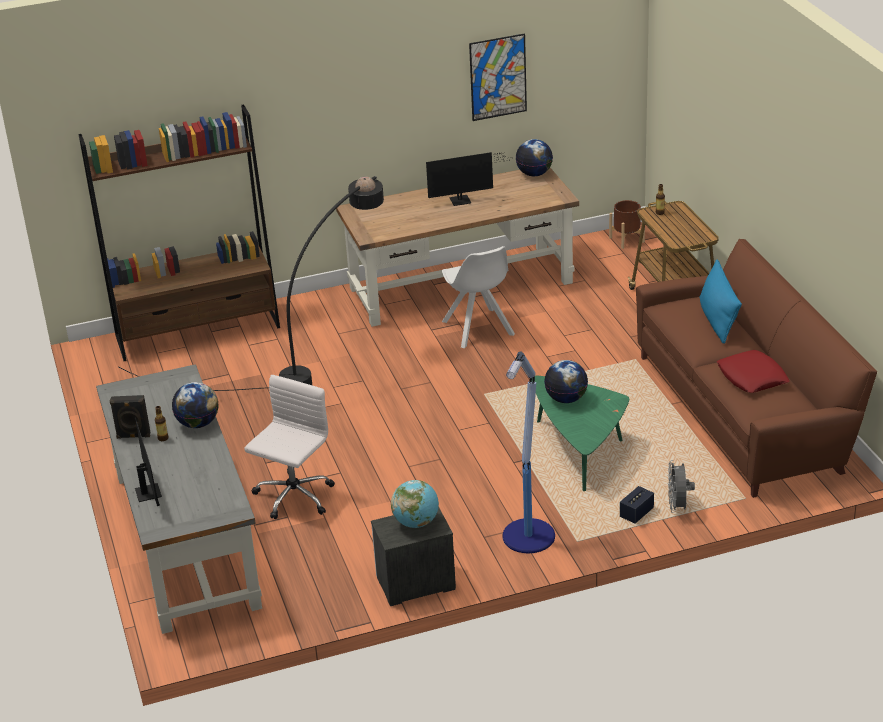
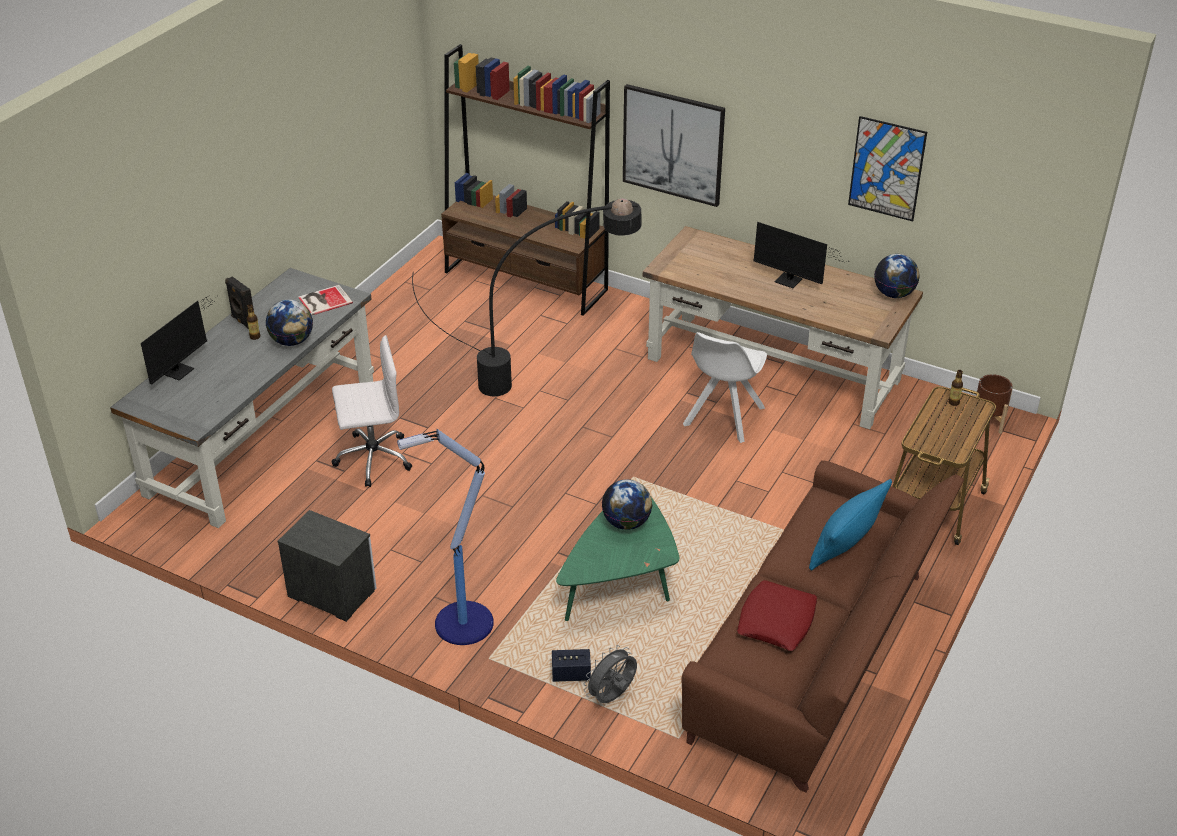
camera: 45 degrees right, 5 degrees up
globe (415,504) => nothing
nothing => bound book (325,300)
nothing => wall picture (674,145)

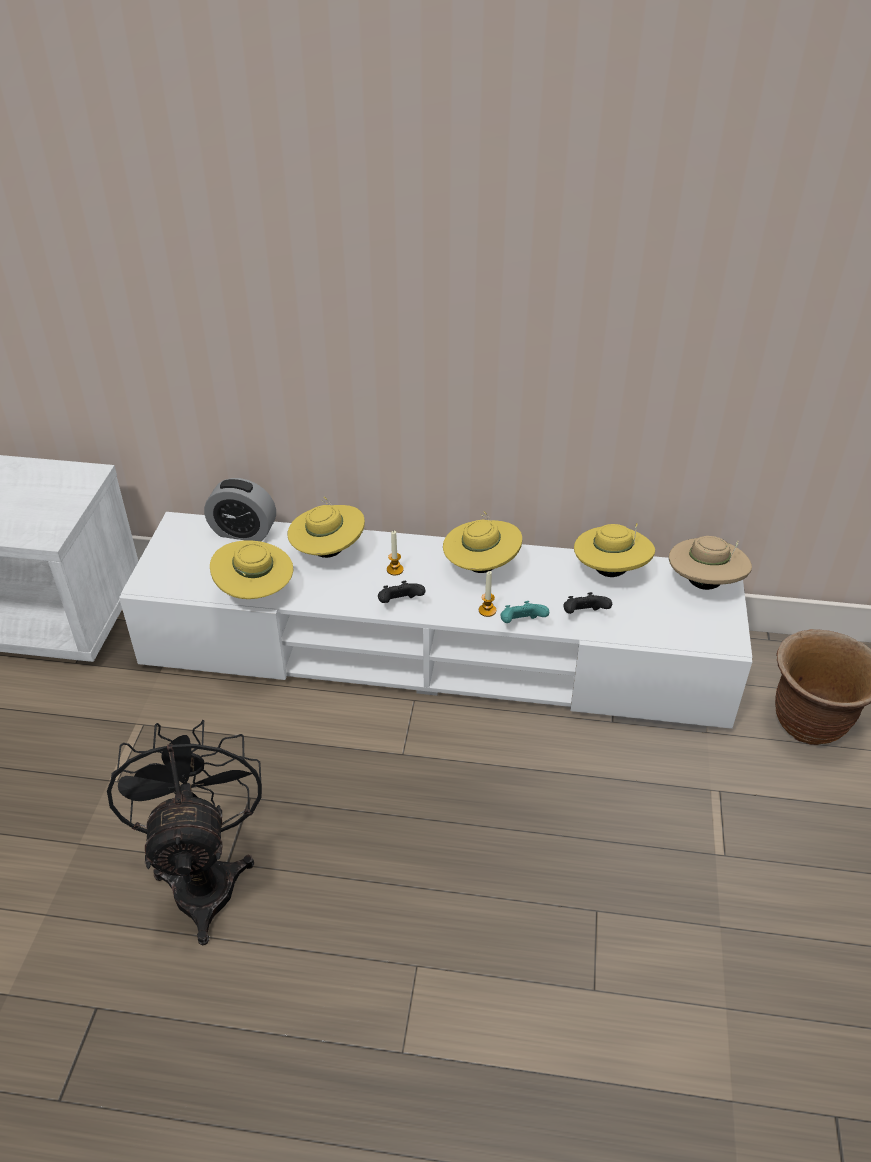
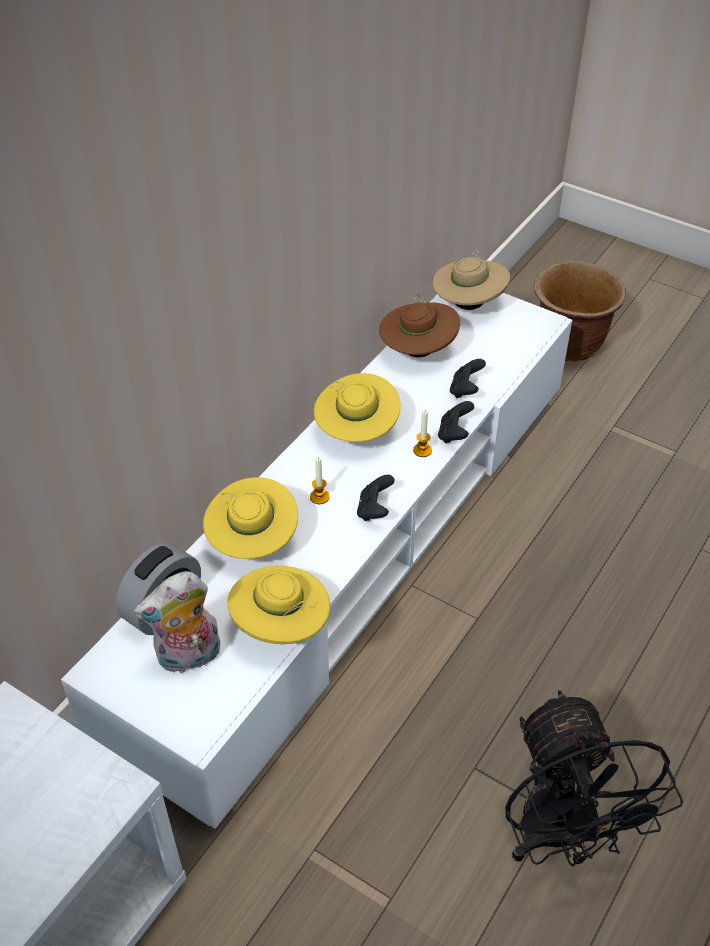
camera: 65 degrees left, 5 degrees up
nothing => soft toy (177,622)
blue-green joypad (524,612) => black-coloured joypad (456,422)
yellow hat (614,550) => brown hat (419,325)
black-coloured electric fan (184,832) => black-coloured electric fan (594,778), 120 degrees counterclockwise

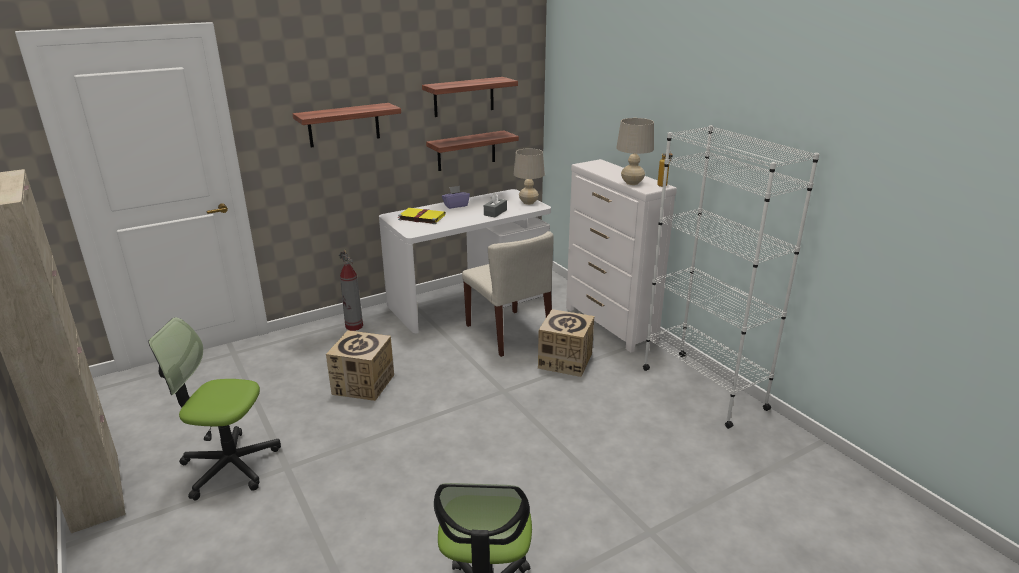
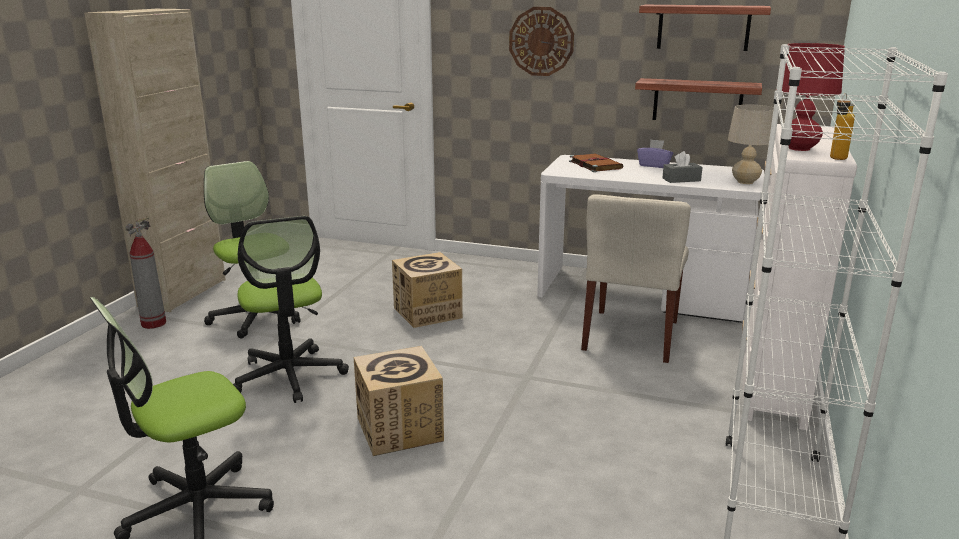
camera: 50 degrees right, 5 degrees down
nothing => desk chair (291,309)
fire-fighting cylinder (351,290) => fire-fighting cylinder (146,273), move
cardboard box (566,343) => cardboard box (399,401), move
wall shelf (347,125) => hanging clock (541,41)
yellow bound book (422,216) => brown bound book (596,162)
beige-coloured tabletop lamp (635,151) => red-coloured tabletop lamp (813,97)

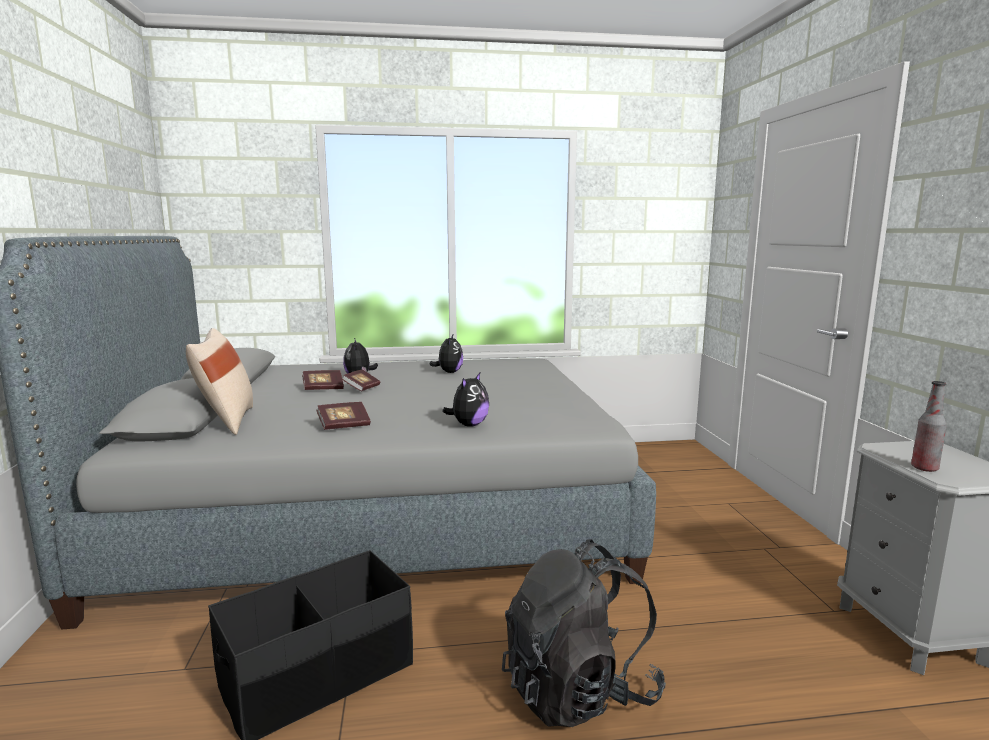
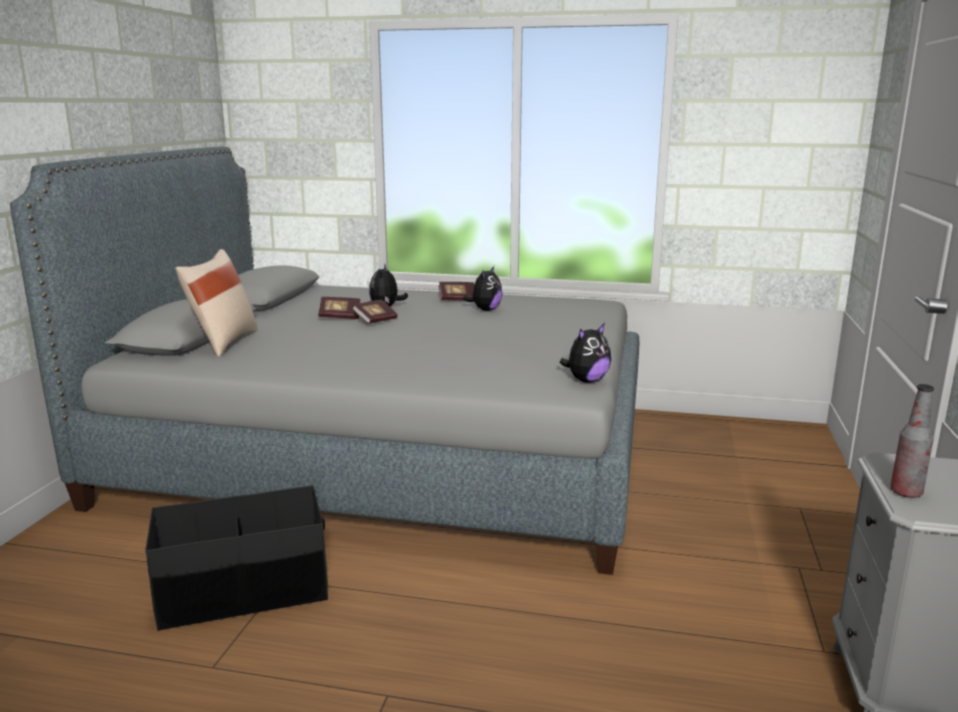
camera: 20 degrees right, 5 degrees up
black-coloured backpack (584,633) => nothing
bound book (343,416) => bound book (456,291), move
soft toy (465,400) => soft toy (585,353), move

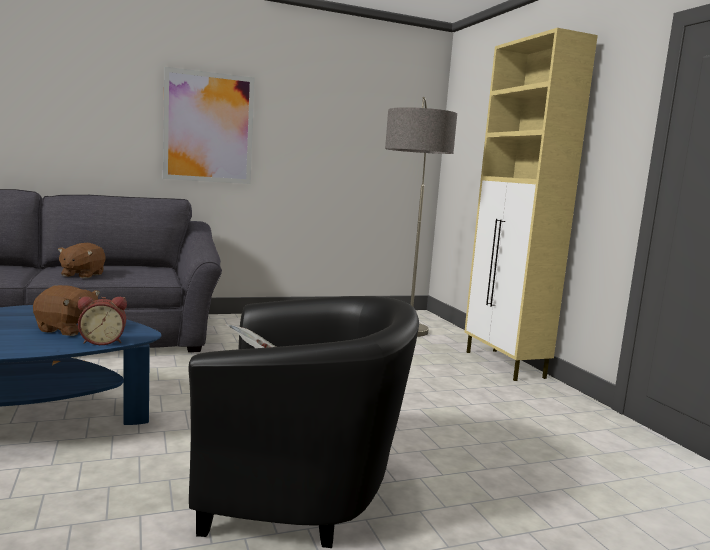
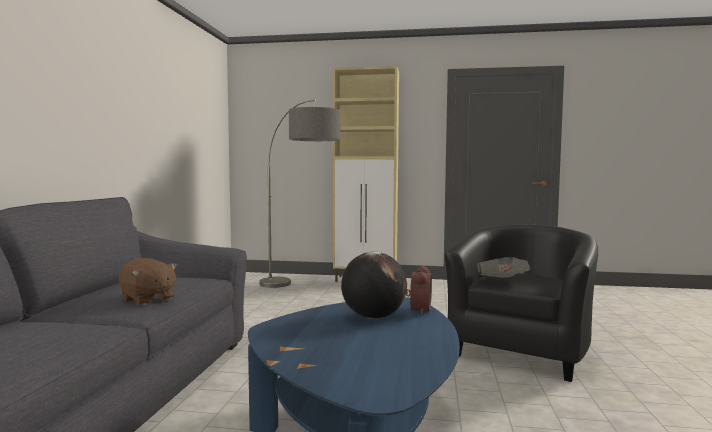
camera: 60 degrees left, 5 degrees down
wall picture (209,125) => nothing
brown soft toy (66,310) => globe (374,285)

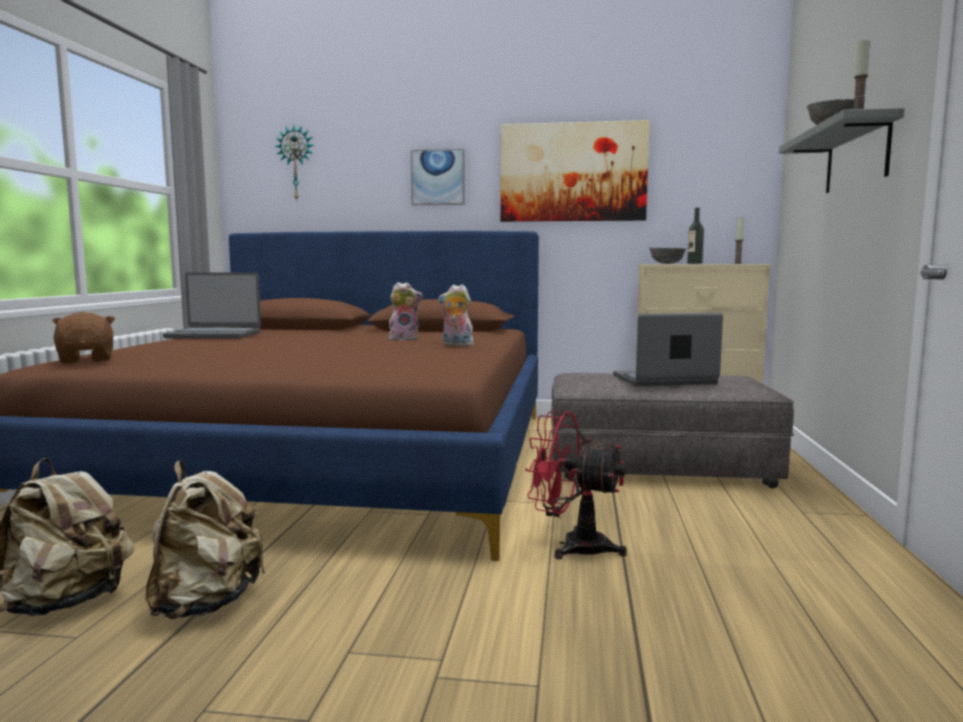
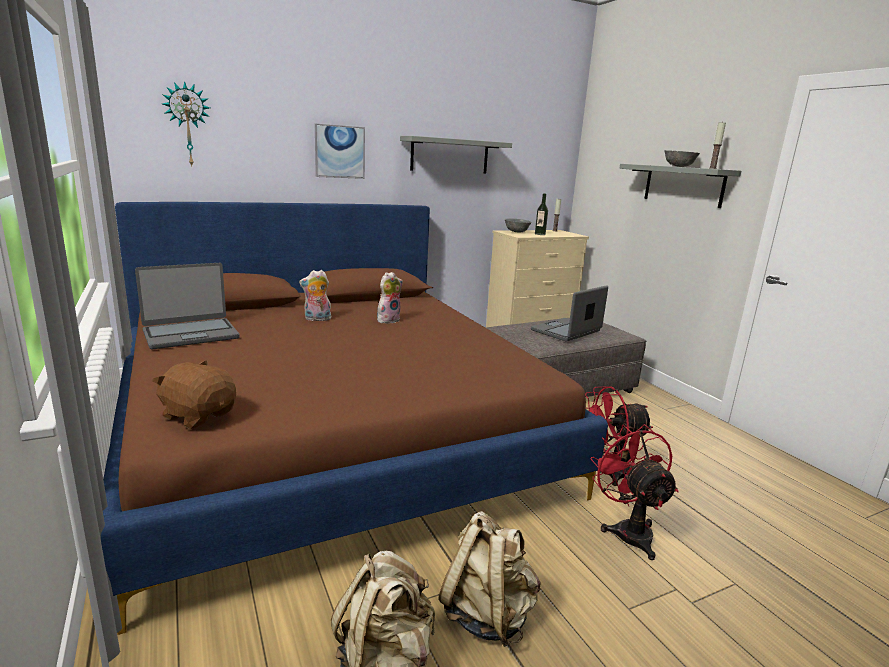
camera: 35 degrees left, 10 degrees up
nothing => red-coloured electric fan (634,492)
soft toy (456,315) => soft toy (315,295), move
wall picture (575,171) => greyish wall shelf (456,155)

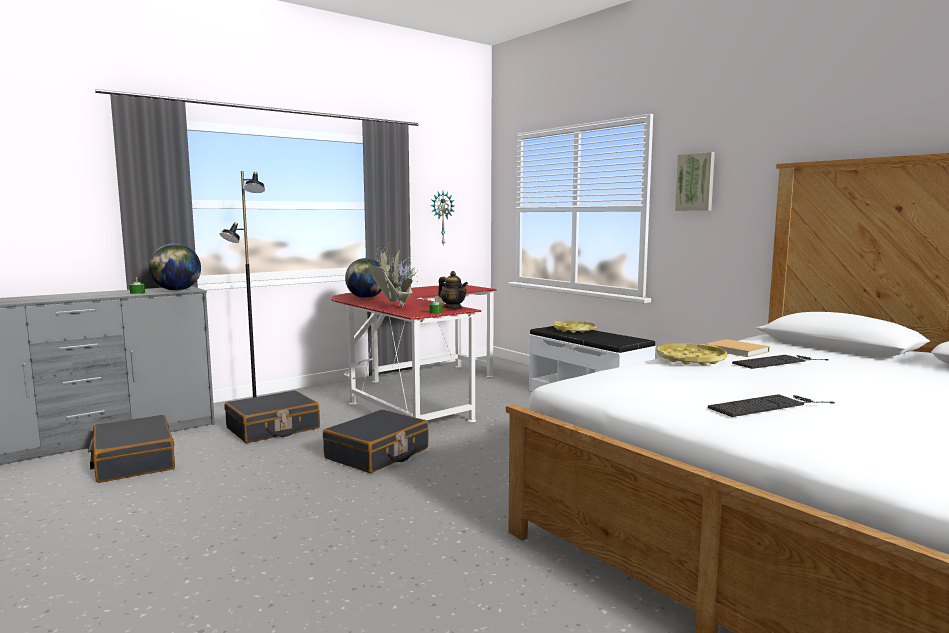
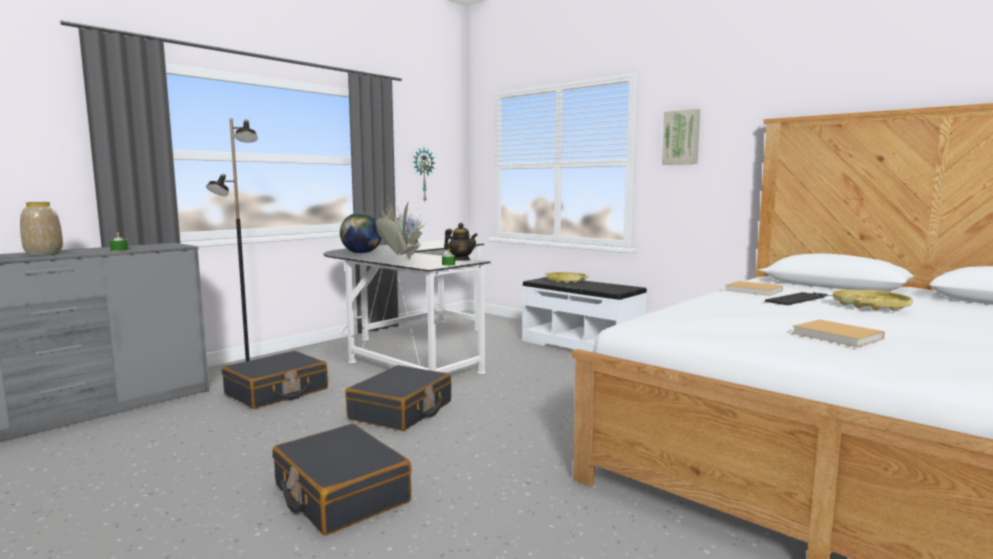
camera: 10 degrees left, 0 degrees up
globe (175,267) => nothing
nothing => decorative vase (41,228)
black-coloured piece of luggage (131,449) => black-coloured piece of luggage (342,479), move
yellow serving tray (692,355) => yellow serving tray (873,300), move
computer keyboard (771,405) => beige-coloured bound book (838,333)
red-coloured desk table (414,353) => black-coloured desk table (407,307)

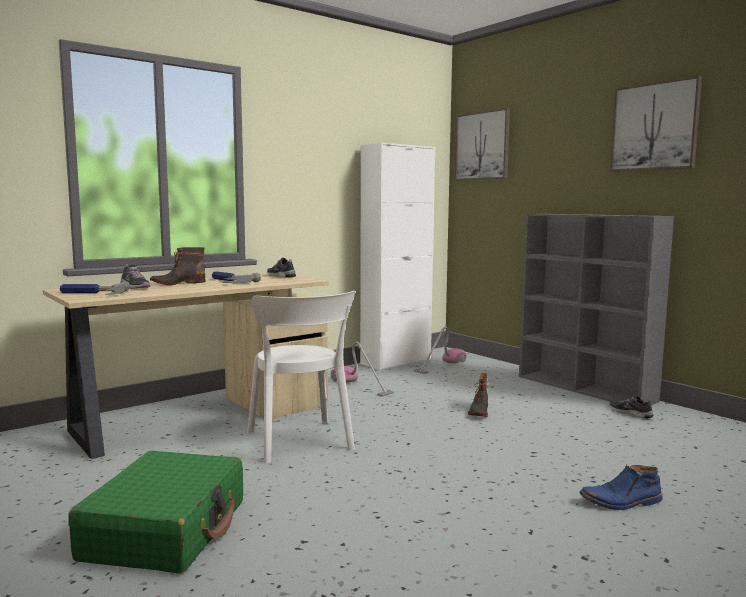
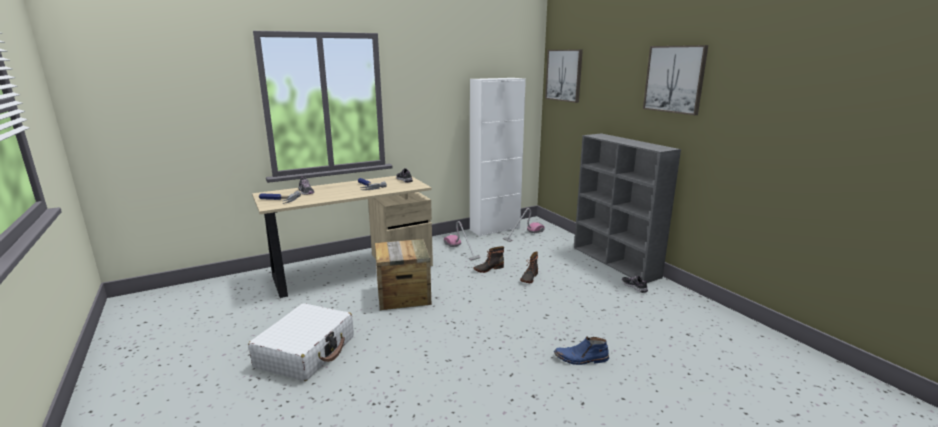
camera: 10 degrees right, 10 degrees up
boot (177,266) => boot (489,259), move
white-coloured upright chair (301,377) => crate (403,274)
green piece of luggage (155,512) => white-coloured piece of luggage (301,342)

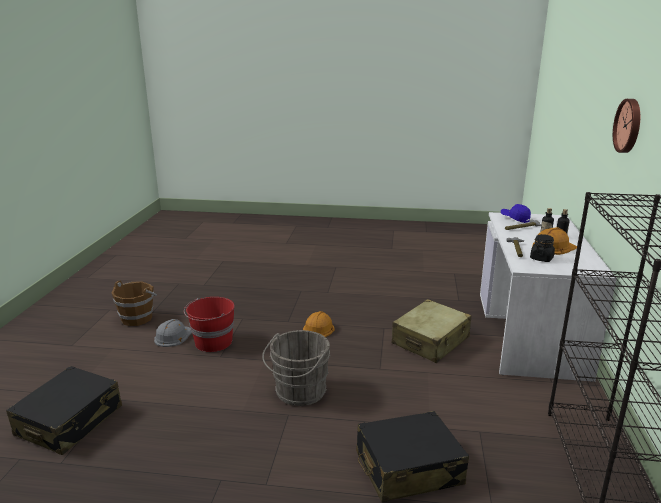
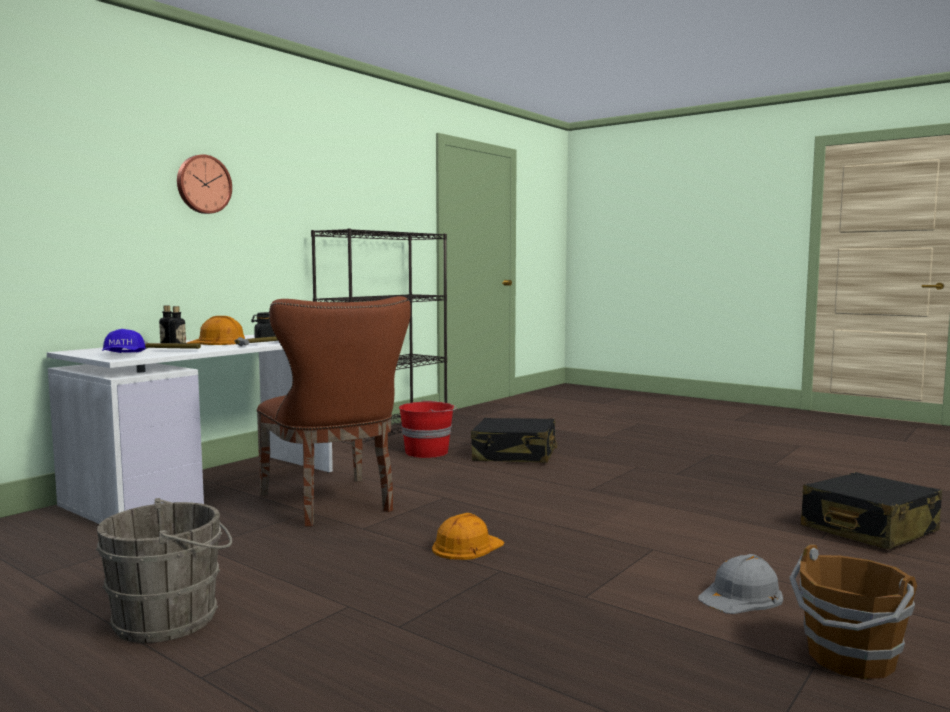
camera: 150 degrees left, 15 degrees down
red-coloured pail (209,324) => red-coloured pail (428,429), move
greyish pail (296,368) => greyish pail (164,570), move
beige-coloured piece of luggage (432,331) => brown upright chair (334,411)

